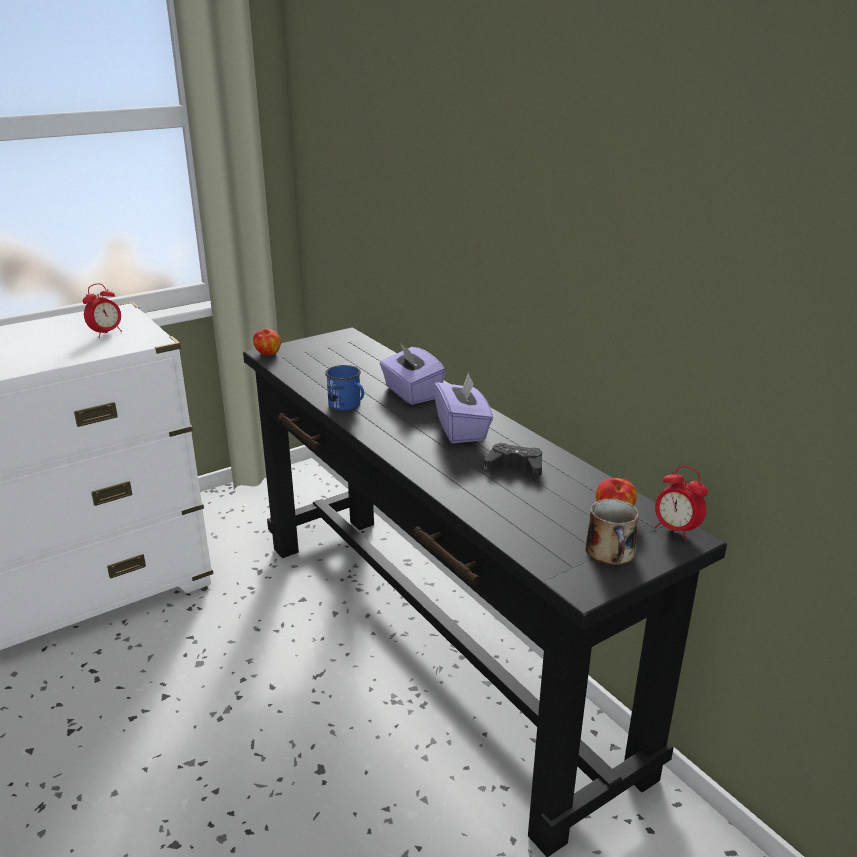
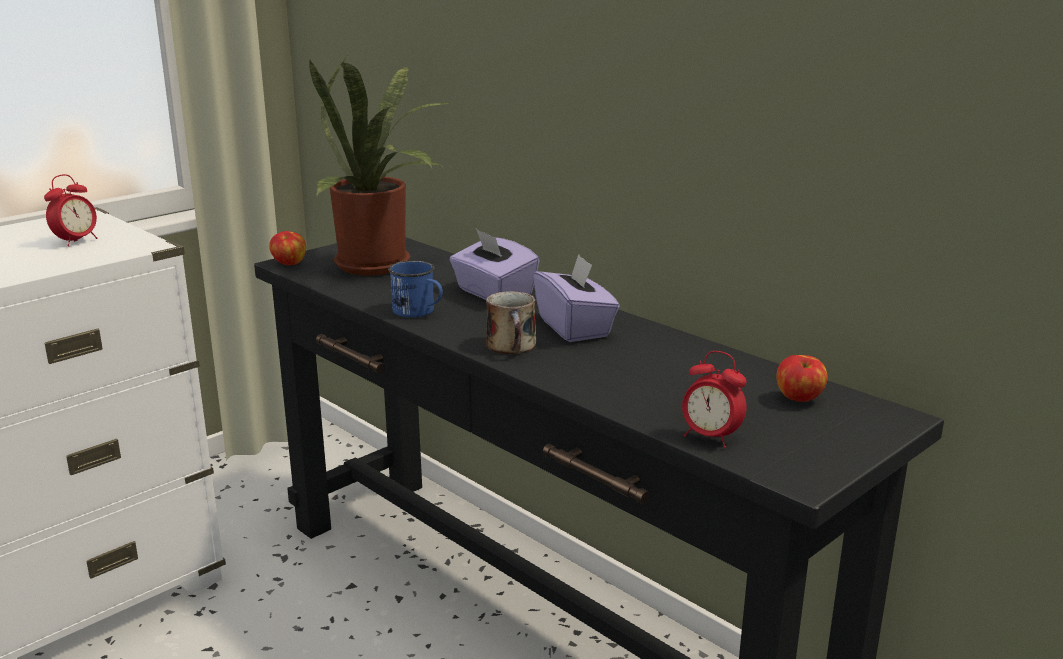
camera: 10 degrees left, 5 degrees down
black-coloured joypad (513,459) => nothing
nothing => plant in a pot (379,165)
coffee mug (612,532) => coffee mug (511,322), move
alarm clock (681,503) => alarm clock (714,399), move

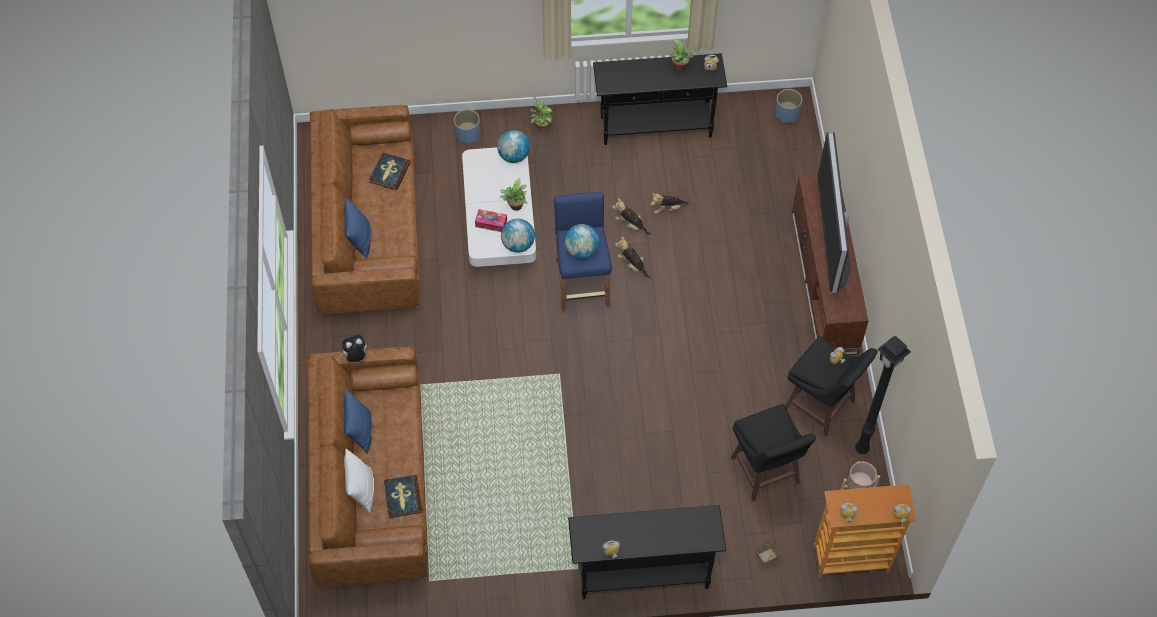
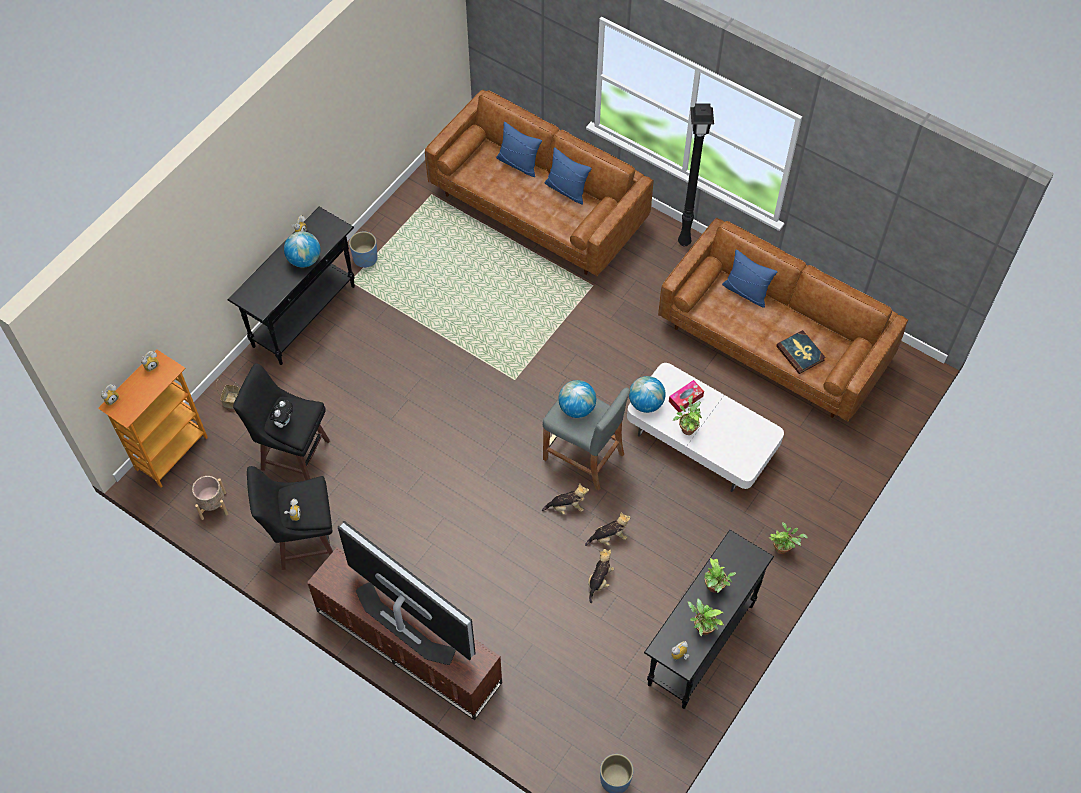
camera: 130 degrees right, 0 degrees up
bound book (403,496) => nothing
nothing => plant in a pot (720,575)
soft toy (353,348) => soft toy (281,414), move
bluish flower pot (467,126) => bluish flower pot (363,249), move
globe (513,146) => globe (302,249), move
black-coloured standard lamp (883,395) => black-coloured standard lamp (696,175), move
white-coloured throw pillow (359,481) => bluish throw pillow (519,149)
bluish stool (582,251) => greyish stool (586,439)

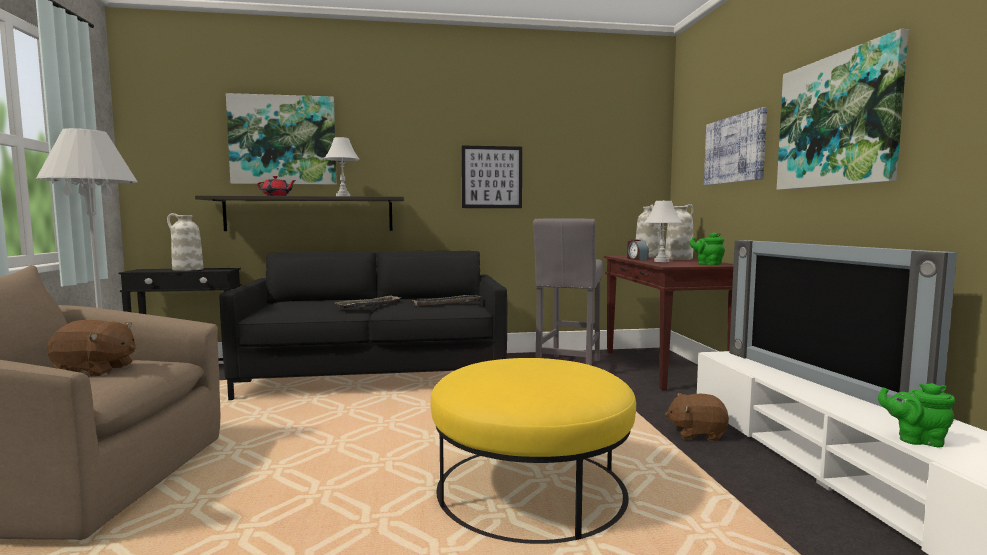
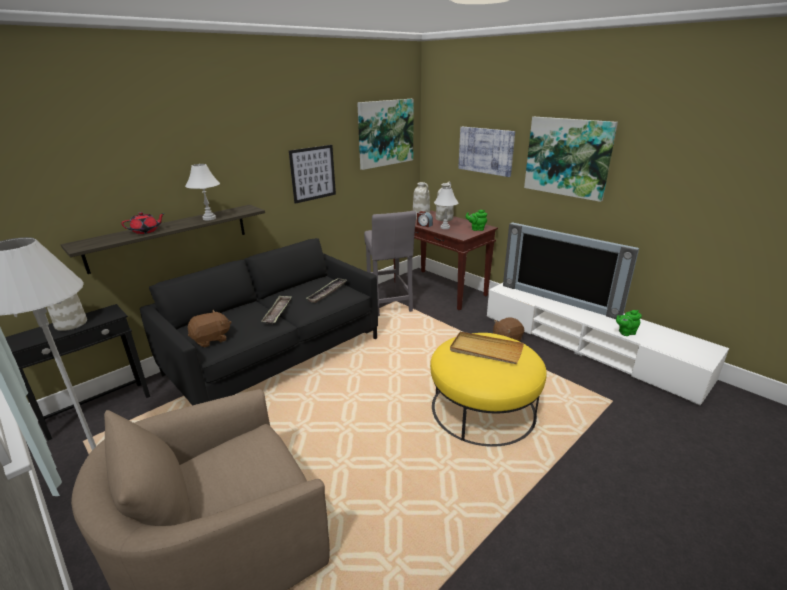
camera: 35 degrees left, 20 degrees up
nothing => beige-coloured serving tray (487,348)
brown soft toy (91,348) => brown soft toy (209,328), move
wall picture (281,139) => wall picture (385,134), move

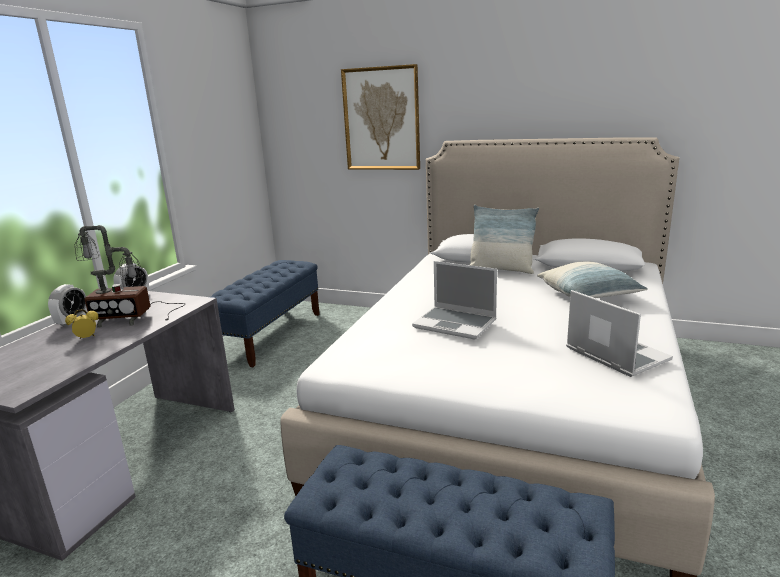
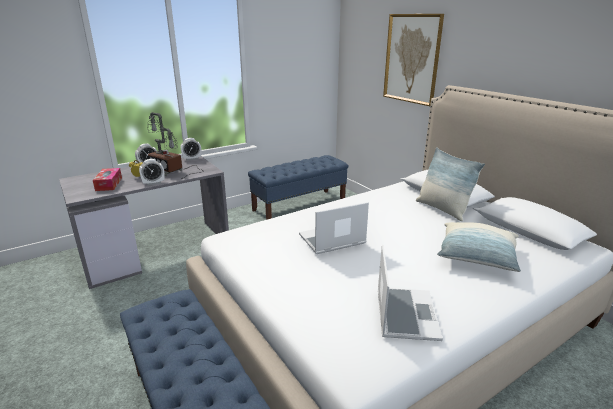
camera: 35 degrees right, 5 degrees up
nothing => box of tissues (107,179)
nothing => alarm clock (152,172)
portable computer (454,300) => portable computer (334,228), 90 degrees clockwise

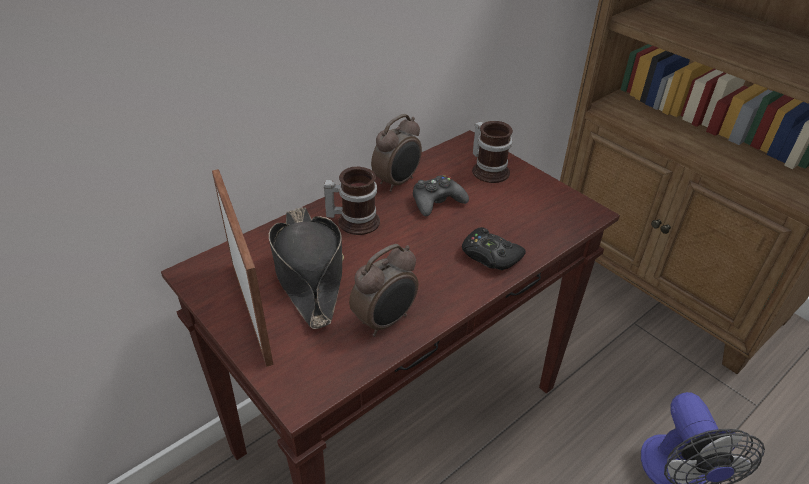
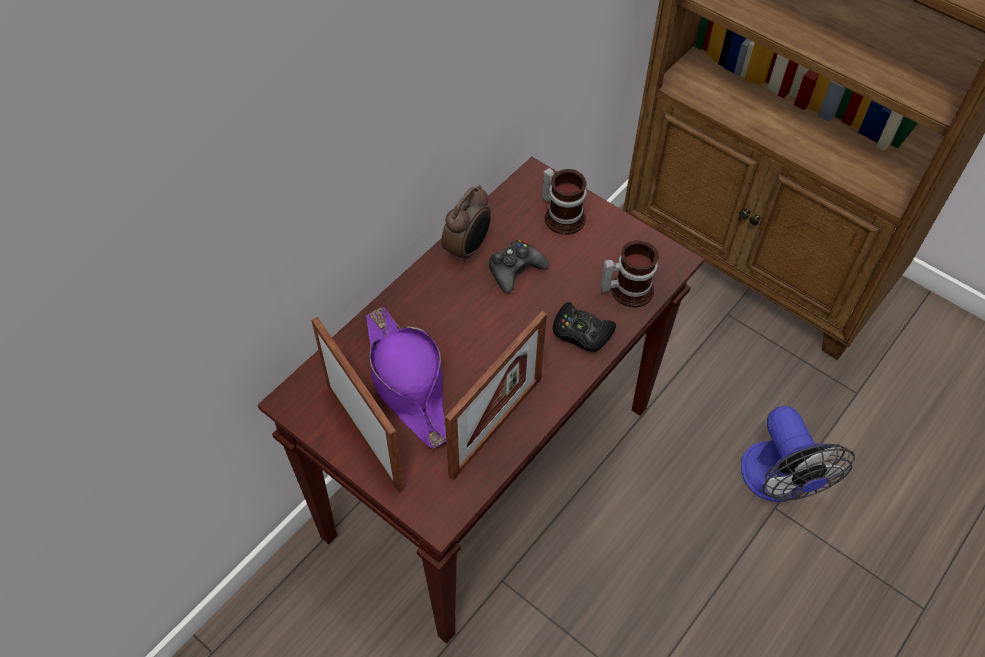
camera: 10 degrees left, 15 degrees up
coffee mug (352,201) => coffee mug (629,273), move
alarm clock (383,290) => standing frame (496,395)
black-coloured hat (306,268) => purplish hat (406,378)

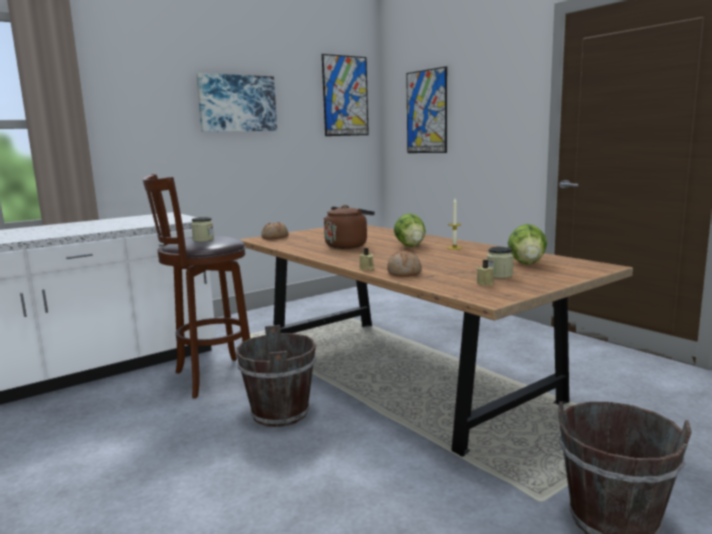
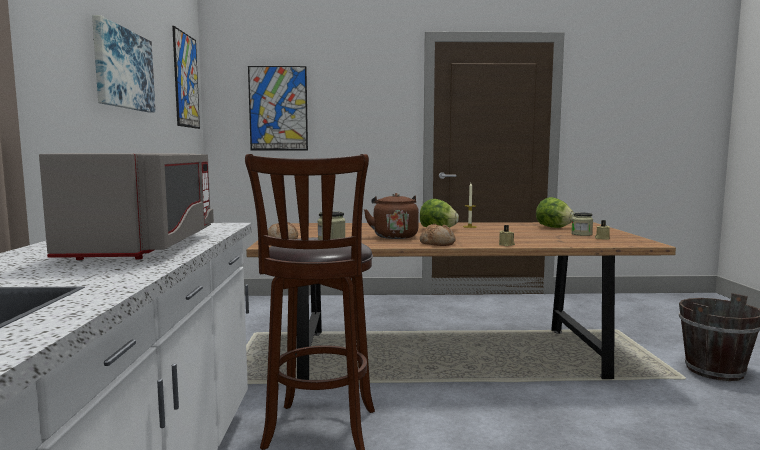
camera: 55 degrees left, 5 degrees down
brown pail (276,376) => nothing
nothing => greyish kitchen microwave (126,206)
bakery bread (404,263) => bakery bread (437,235), move

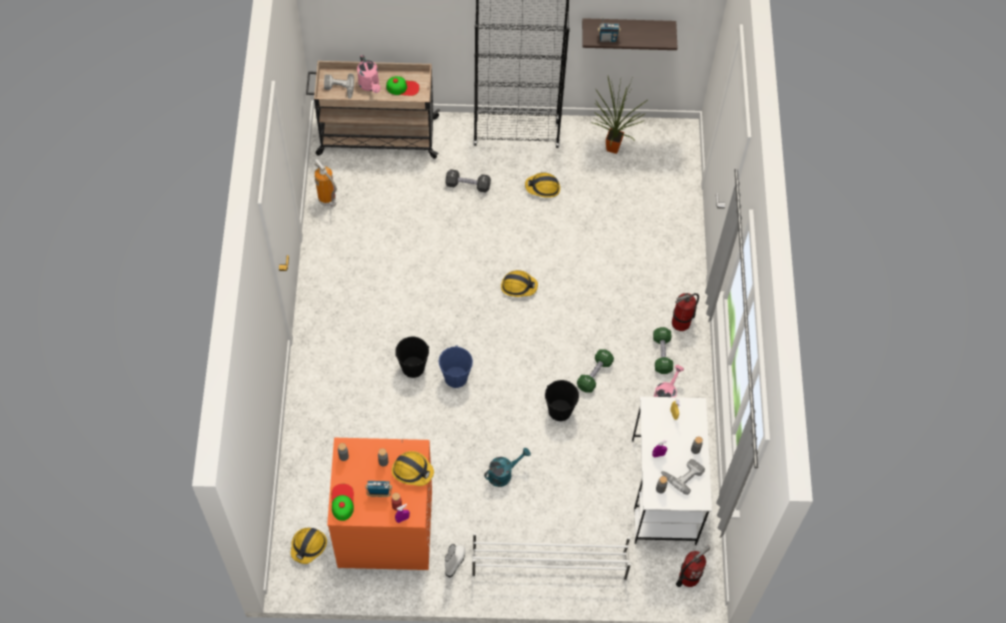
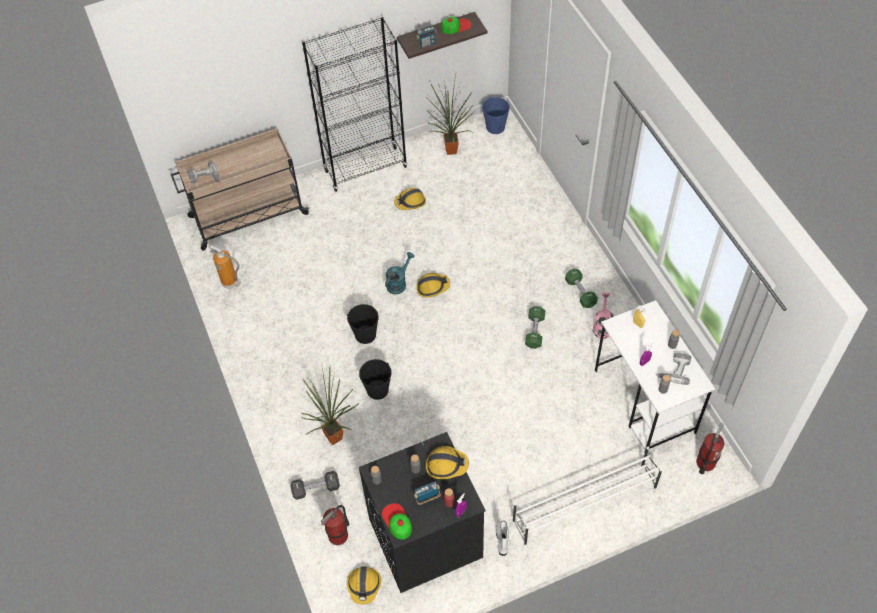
camera: 20 degrees left, 5 degrees down
pink sprinkling can (369,74) => nothing
nothing => plant in a pot (329,406)
cap (403,86) => cap (456,25), move
bluish pail (456,367) => bluish pail (496,115), move
black-coloured hand weight (468,181) => black-coloured hand weight (315,485), move
blue-green sprinkling can (507,467) => blue-green sprinkling can (400,273), move
black-coloured pail (562,400) => black-coloured pail (363,324), move
fire-fighting cylinder (685,312) => fire-fighting cylinder (335,525), move
orangey laundry appliance (379,504) => black-coloured laundry appliance (422,512)

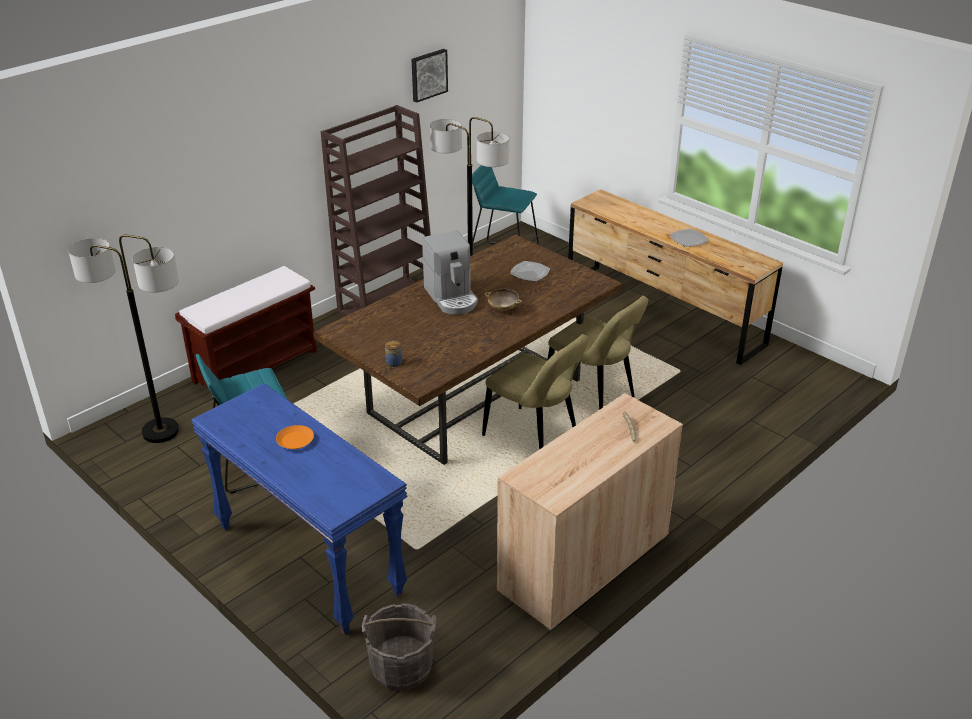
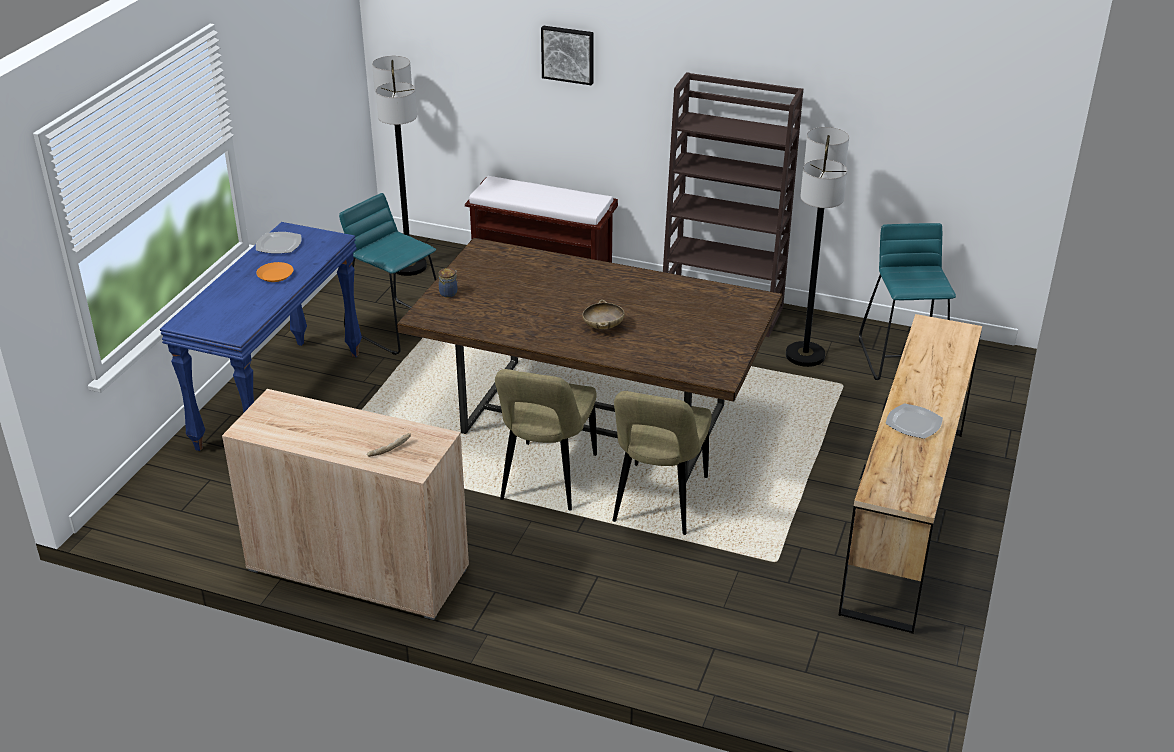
camera: 65 degrees right, 0 degrees up
greyish pail (399,647) => nothing
coffee maker (450,272) => nothing
wall picture (429,76) => wall picture (567,55), move
plate (530,271) => plate (278,243), move

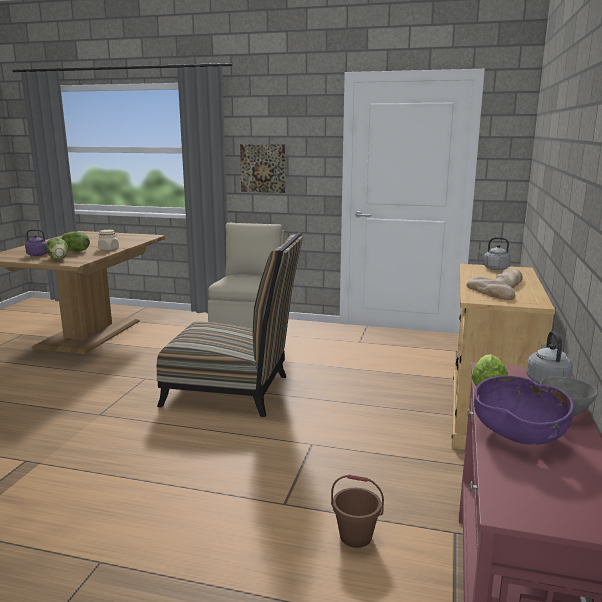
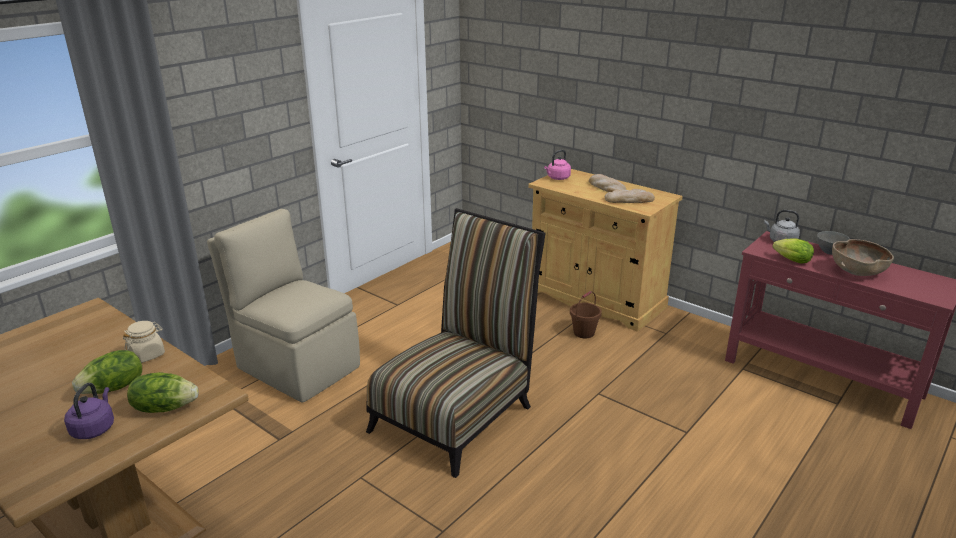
camera: 65 degrees left, 10 degrees up
wall picture (262,168) => nothing
brown pail (357,511) => brown pail (586,314), move
purplish bowl (524,410) => brown bowl (863,257)
greyish tea kettle (494,253) => pink tea kettle (557,165)

